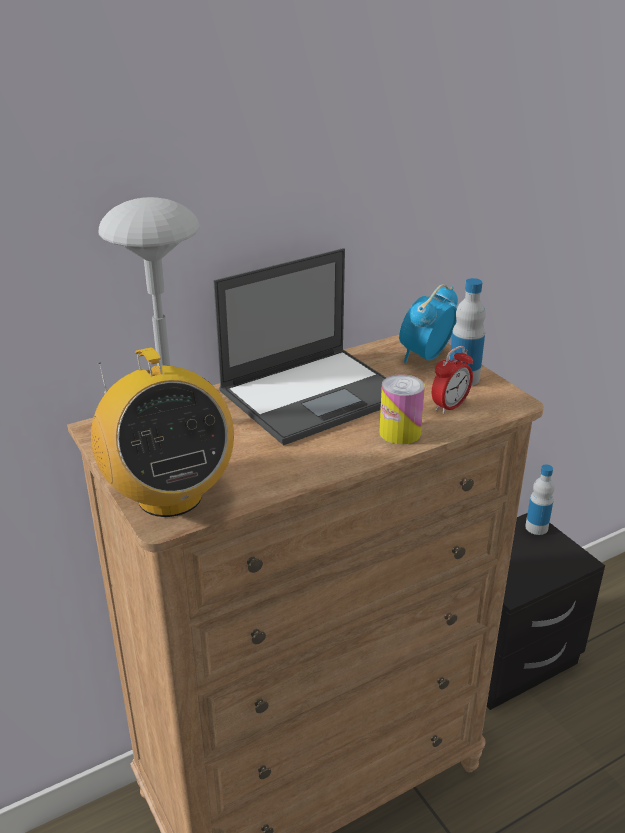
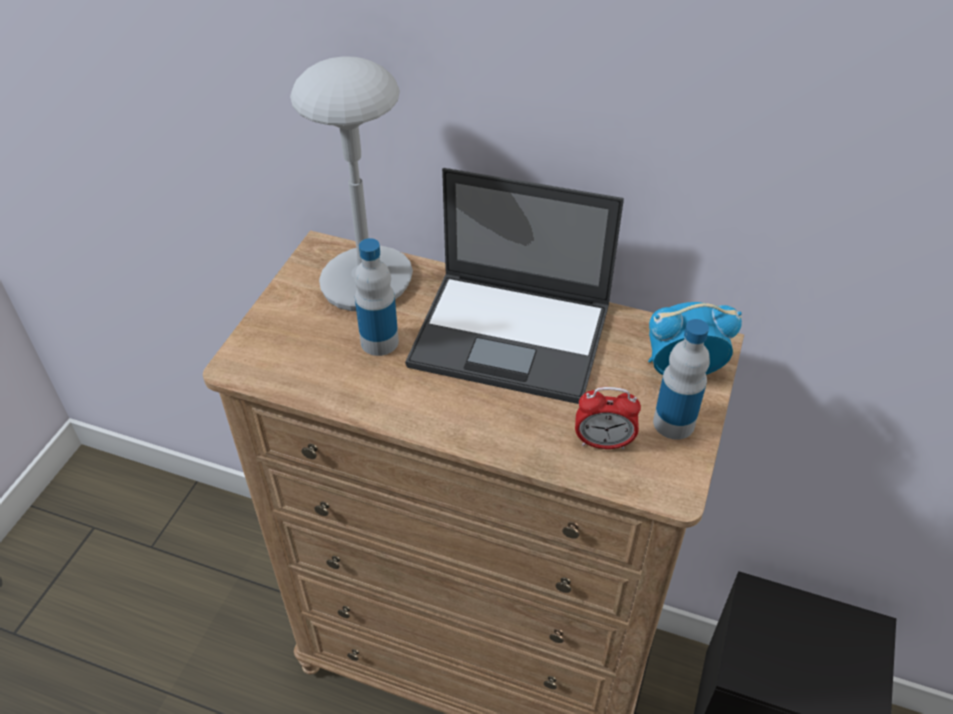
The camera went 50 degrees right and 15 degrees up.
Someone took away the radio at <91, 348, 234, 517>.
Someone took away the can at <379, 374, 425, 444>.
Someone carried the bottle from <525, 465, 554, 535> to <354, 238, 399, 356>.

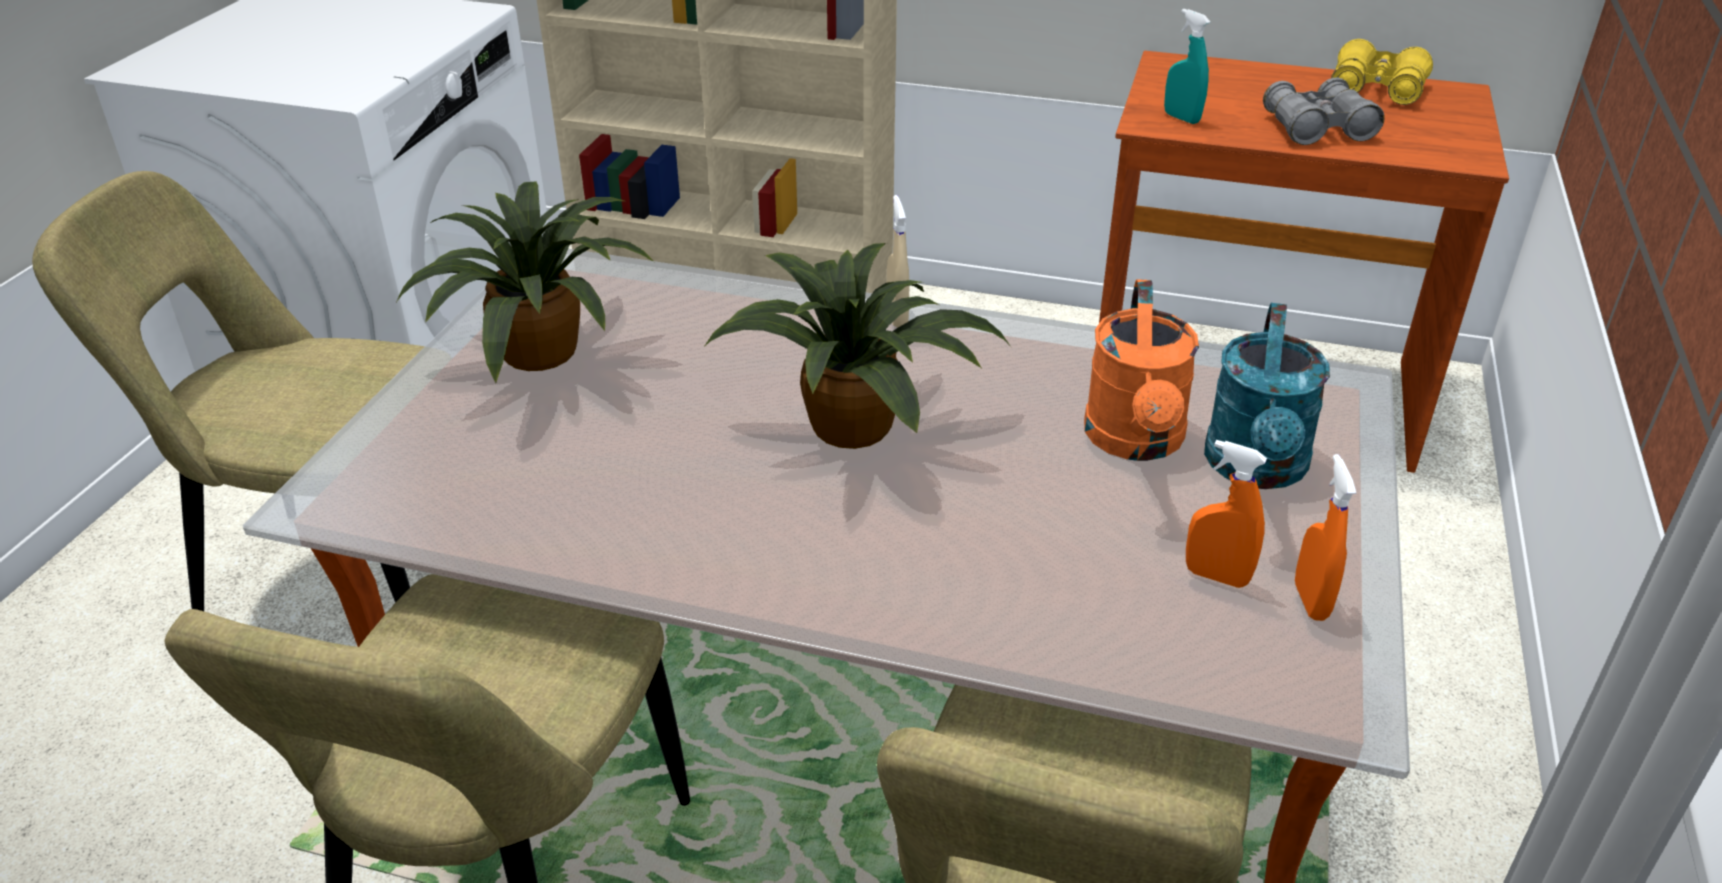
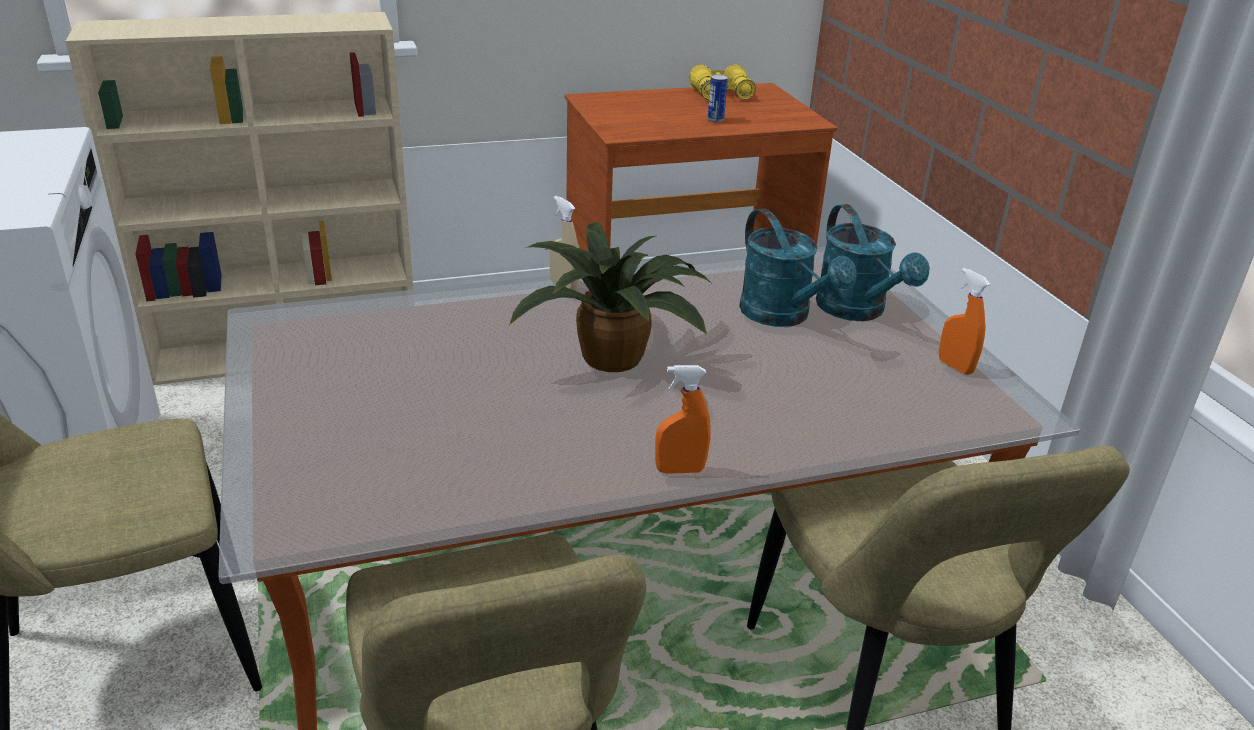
The camera went 35 degrees left and 5 degrees down.
Someone took away the spray bottle in turquoise at <1164, 9, 1210, 124>.
Someone swapped the binoculars in grey at <1263, 77, 1385, 145> for the can at <708, 75, 728, 123>.
Someone took away the potted plant at <396, 181, 654, 383>.
Someone repainted the watering can in orange at <1084, 279, 1199, 461>, which became the watering can in turquoise at <739, 208, 857, 327>.
Someone carried the spray bottle in orange from <1186, 440, 1267, 588> to <655, 365, 710, 474>.

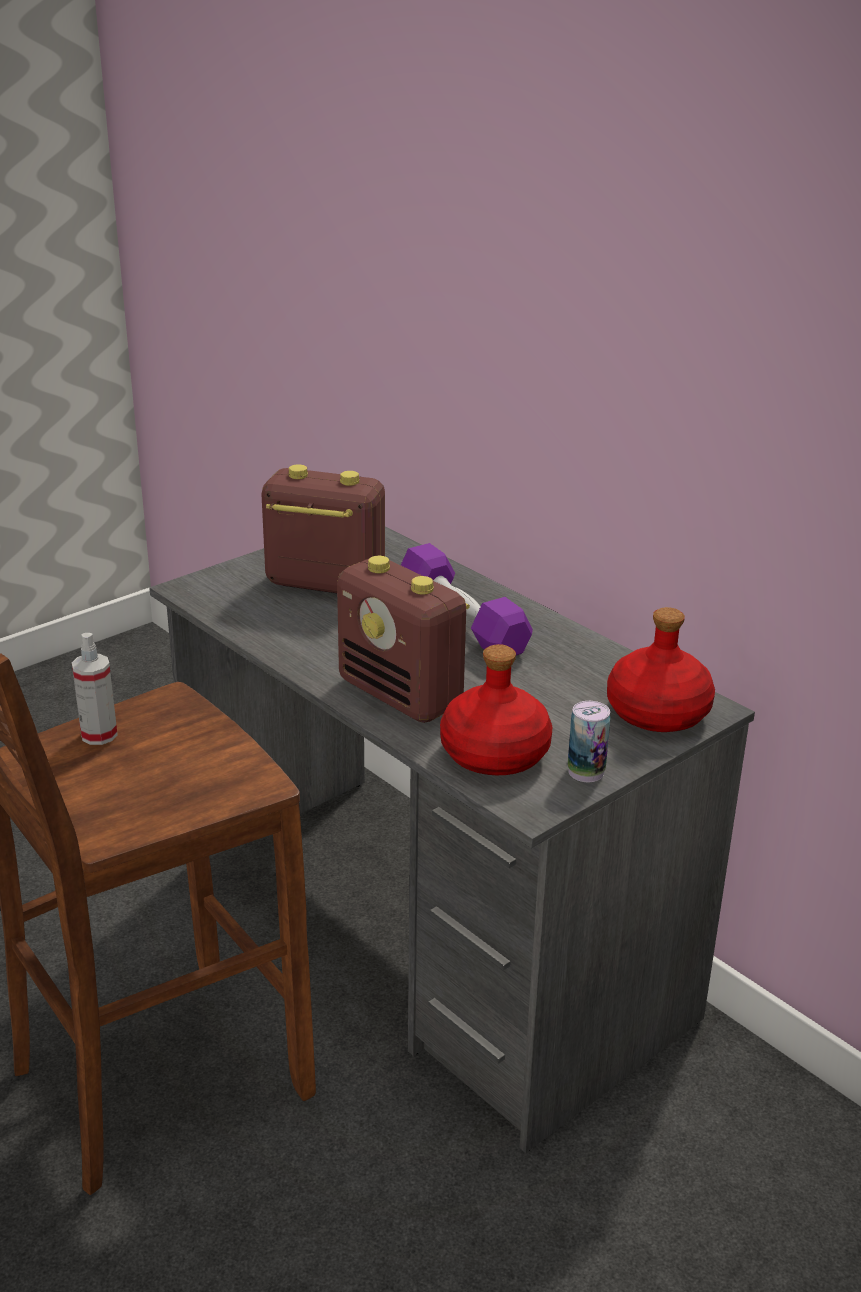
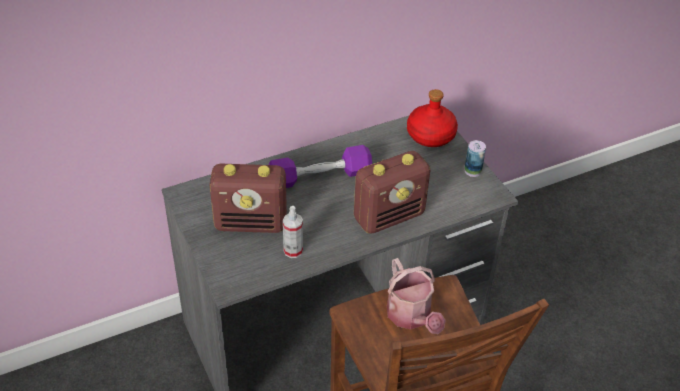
The camera went 75 degrees left and 15 degrees up.
Someone rotated the radio at <261, 464, 385, 593> by 120 degrees counterclockwise.
Someone carried the spray bottle from <72, 633, 118, 745> to <283, 206, 303, 258>.
Someone took away the bottle in red at <440, 644, 552, 775>.
Someone put down the watering can at <387, 258, 446, 334>.

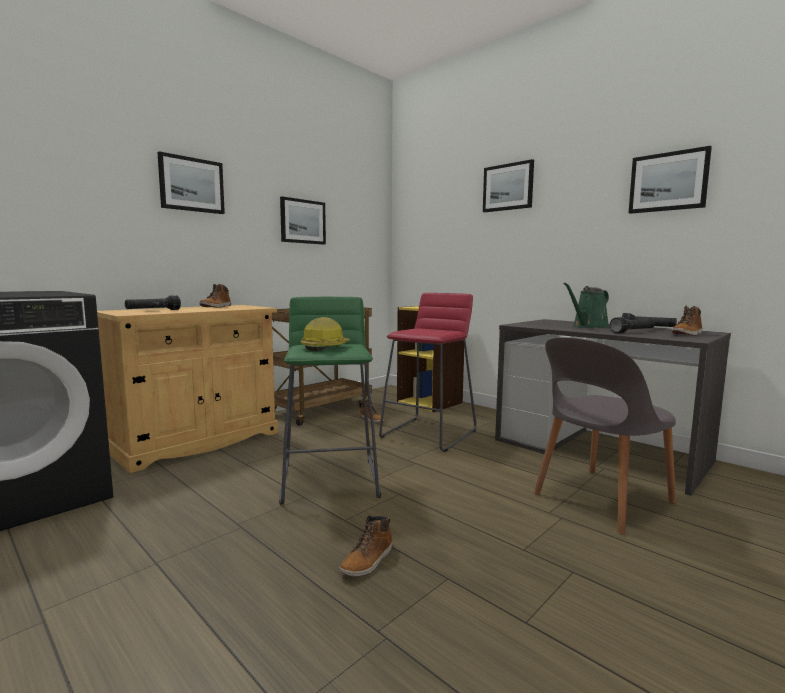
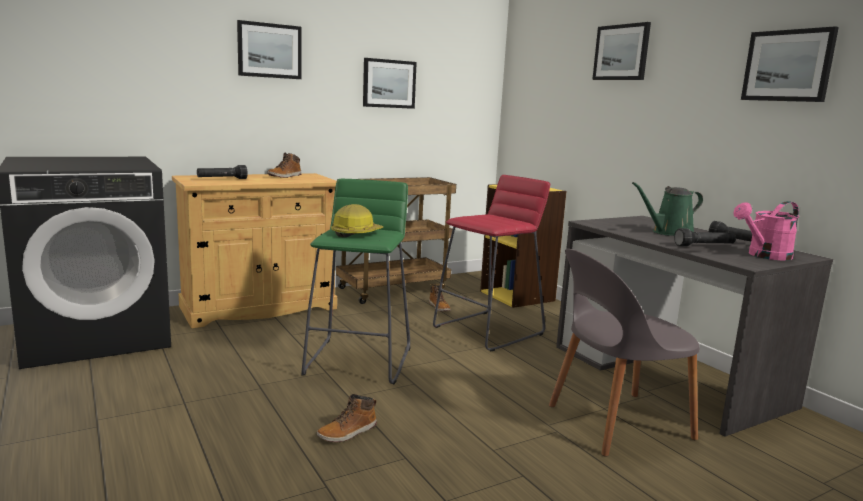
The camera went 15 degrees right and 5 degrees up.
Someone swapped the boot at <672, 306, 703, 336> for the watering can in pink at <734, 201, 799, 261>.

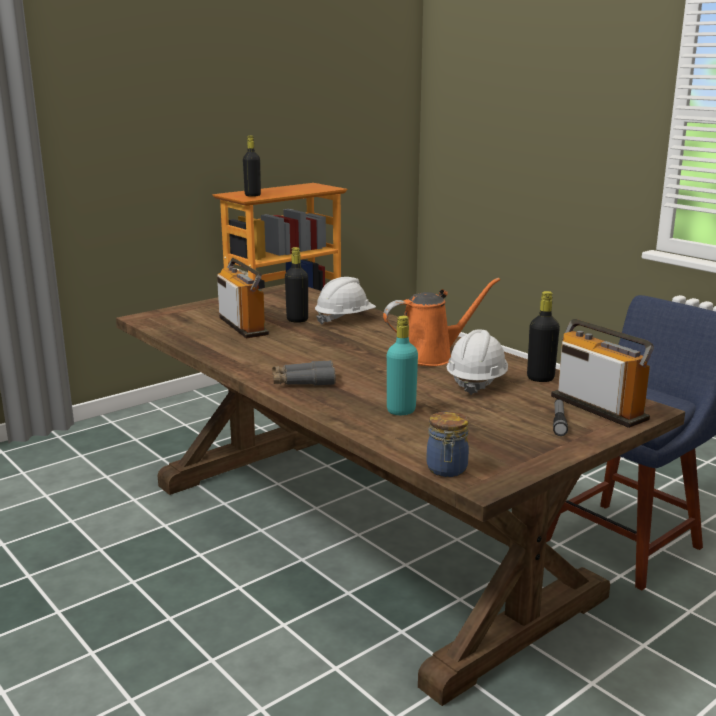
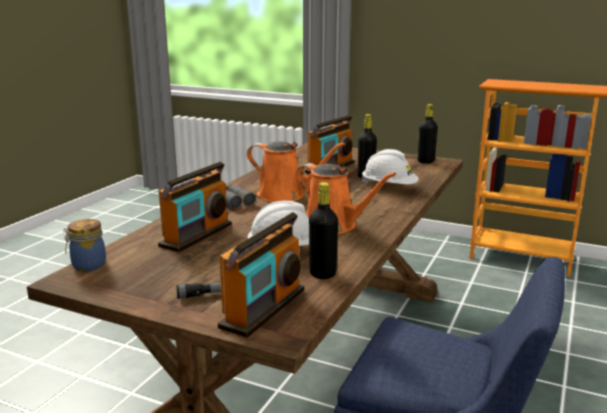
The camera went 65 degrees right and 0 degrees up.
Someone carried the bottle in black from <243, 136, 261, 197> to <417, 104, 438, 163>.
Someone swapped the bottle in turquoise at <387, 316, 418, 415> for the radio at <158, 162, 232, 252>.
Someone put down the watering can in orange at <247, 141, 345, 202>.

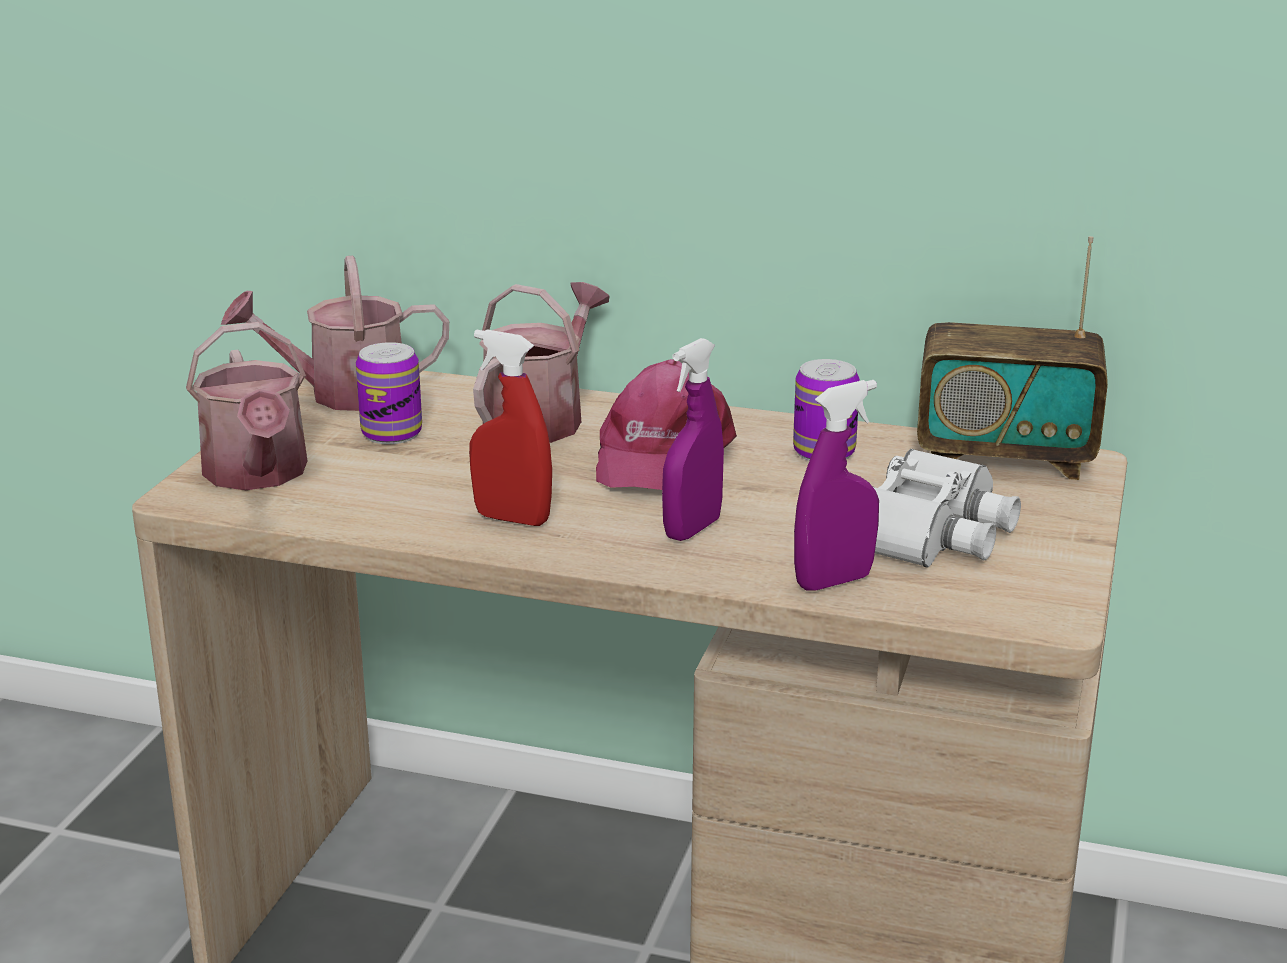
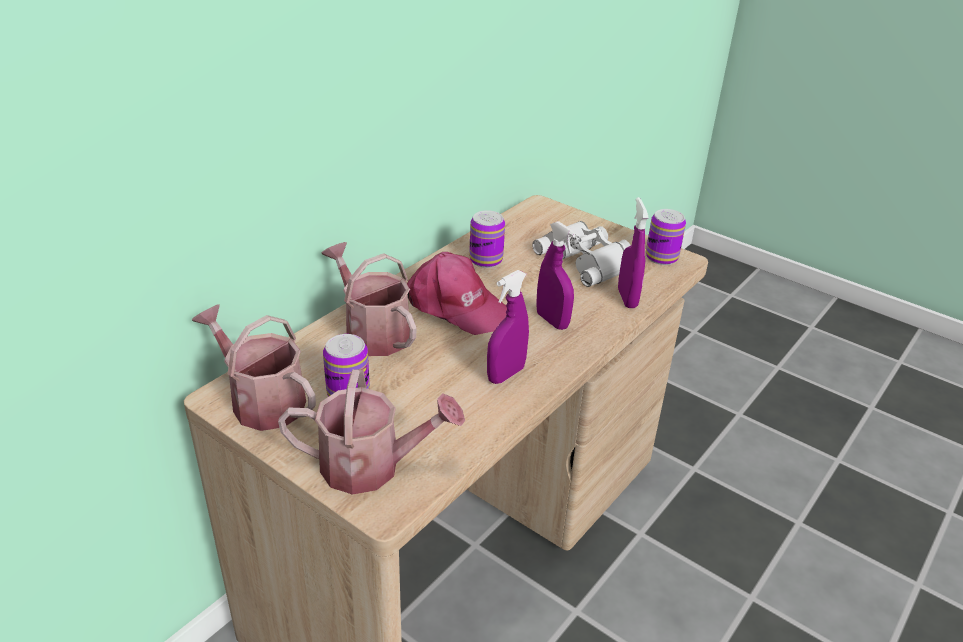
The camera went 70 degrees left and 10 degrees up.
Someone took away the radio at <917, 236, 1108, 480>.
Someone rotated the watering can at <221, 256, 449, 411> by 120 degrees clockwise.
Someone repainted the spray bottle in red at <469, 329, 552, 526>, which became the spray bottle in purple at <487, 270, 529, 384>.
Someone put down the can at <646, 209, 686, 265>.

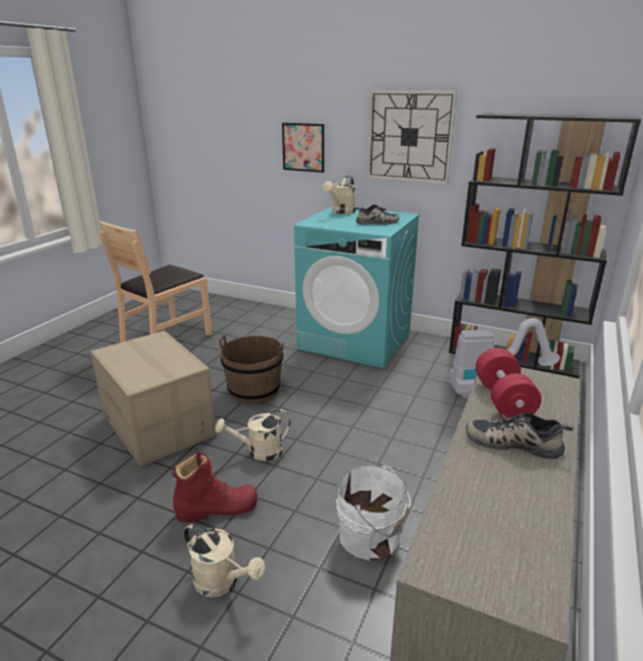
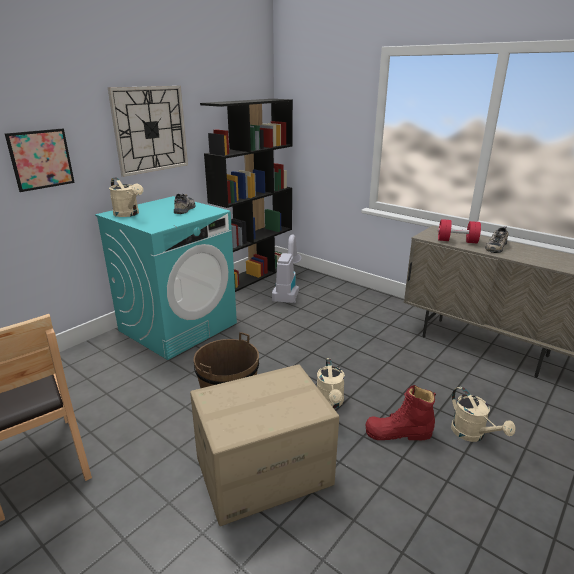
The camera went 75 degrees left and 0 degrees up.
Someone rotated the boot in red at <172, 453, 258, 523> by 90 degrees counterclockwise.
Someone took away the bucket in white at <336, 464, 411, 560>.
Someone rotated the watering can in beige at <184, 523, 265, 597> by 105 degrees clockwise.

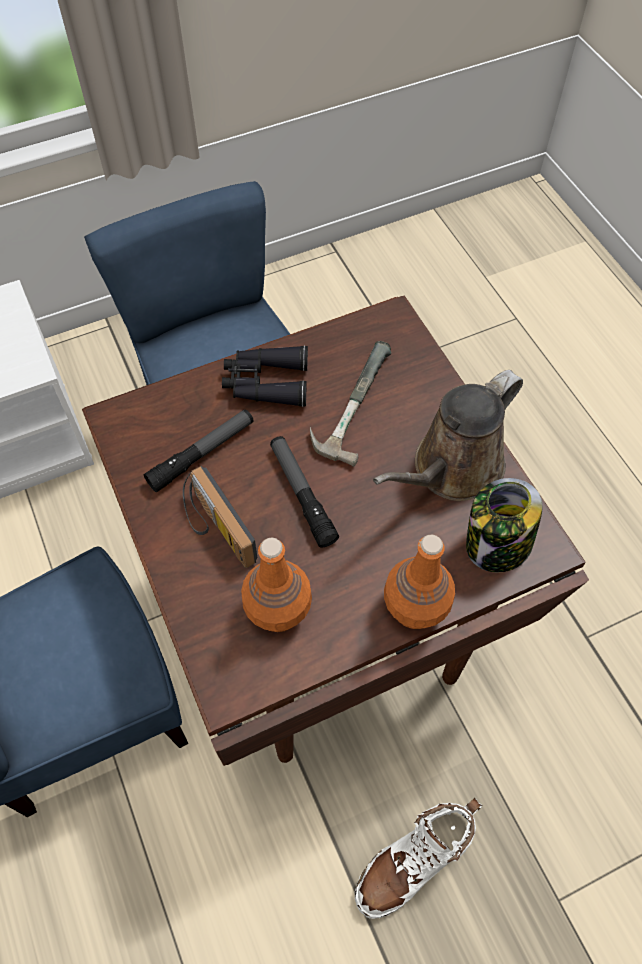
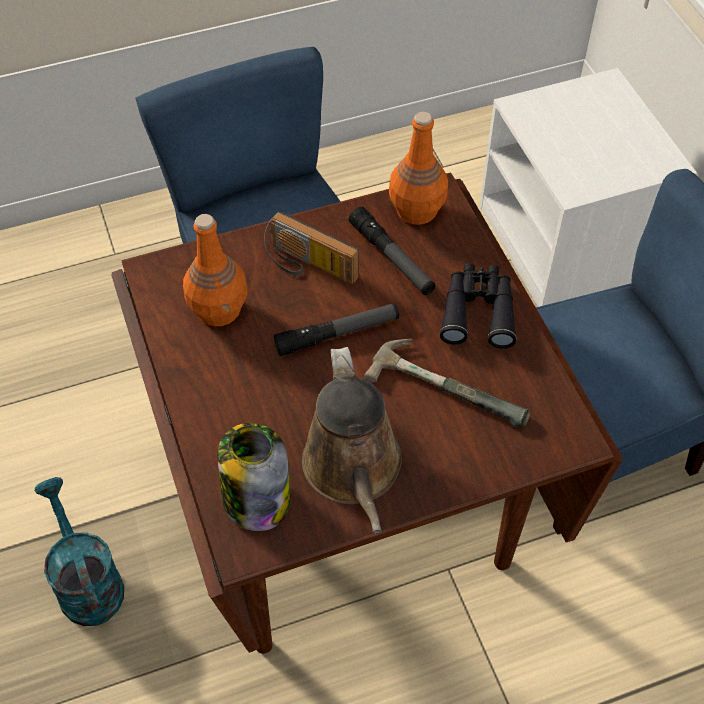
The camera went 95 degrees right and 5 degrees down.
Someone rotated the watering can in brown at <373, 370, 523, 501> by 150 degrees counterclockwise.
Someone rotated the radio at <183, 466, 257, 568> by 120 degrees counterclockwise.
Someone carried the bottle in orange from <384, 535, 455, 629> to <389, 112, 448, 225>.
Someone swapped the boot in white at <355, 798, 482, 919> for the watering can in turquoise at <34, 477, 124, 626>.

